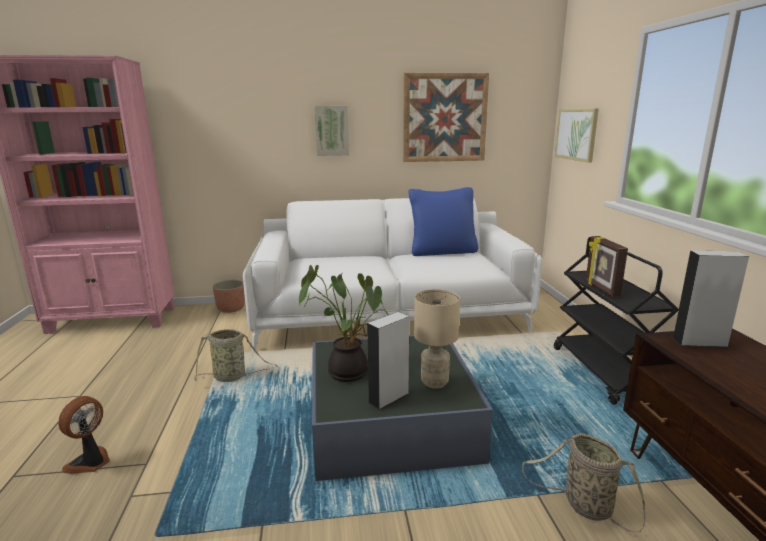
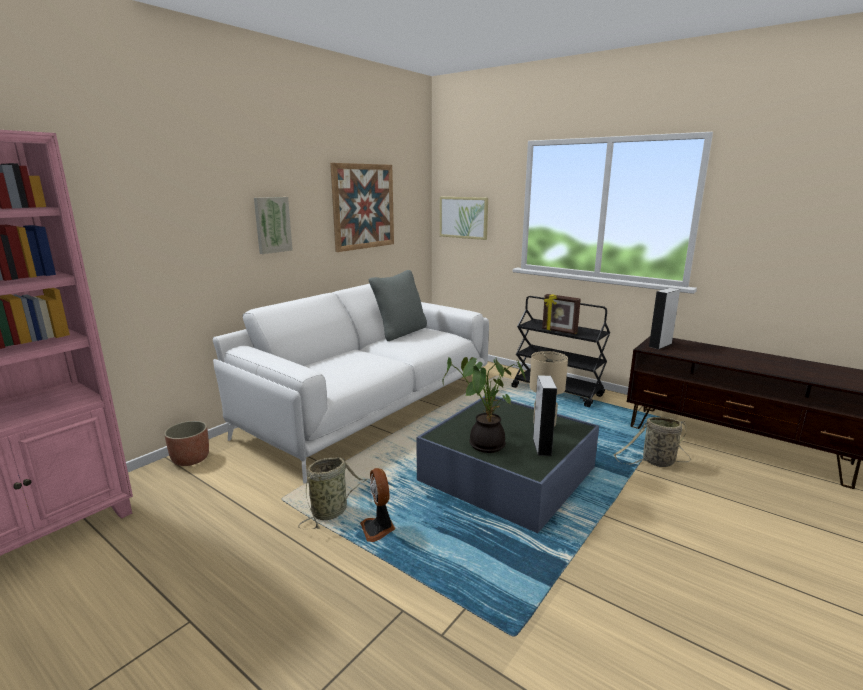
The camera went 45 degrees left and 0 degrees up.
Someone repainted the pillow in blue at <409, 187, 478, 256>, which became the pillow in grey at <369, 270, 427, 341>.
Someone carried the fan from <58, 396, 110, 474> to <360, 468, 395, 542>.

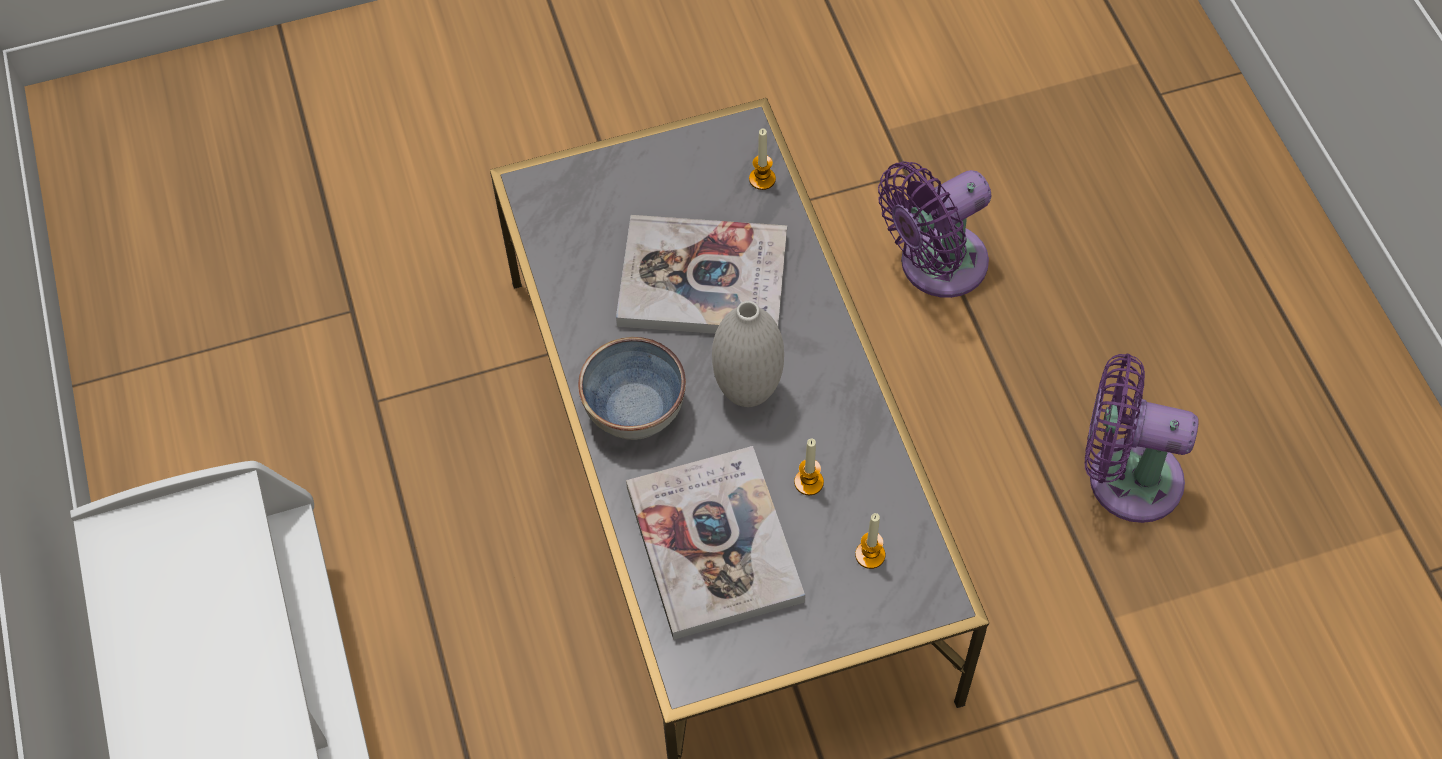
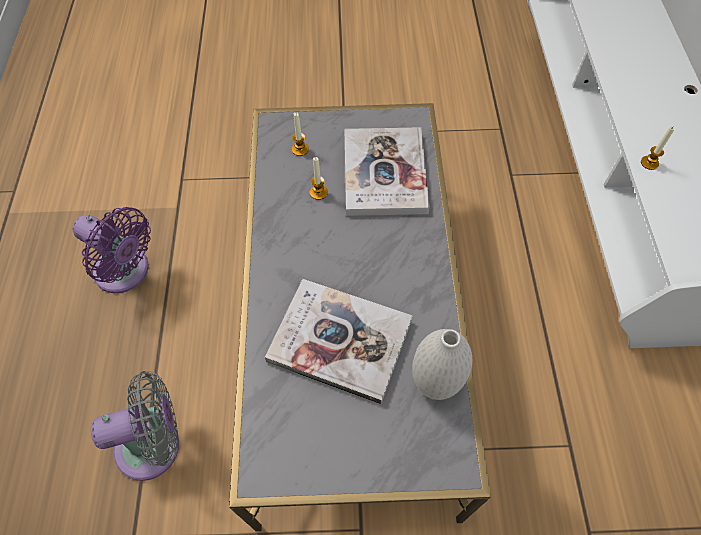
The camera went 165 degrees left and 0 degrees up.
Someone carried the candle from <749, 129, 776, 190> to <641, 127, 675, 170>.
Someone repainted the fan in purple at <878, 161, 992, 298>, which became the fan in grey at <91, 371, 179, 481>.
Someone carried the vase in white from <712, 301, 784, 407> to <412, 329, 472, 400>.
Someone took away the bowl at <578, 337, 686, 440>.

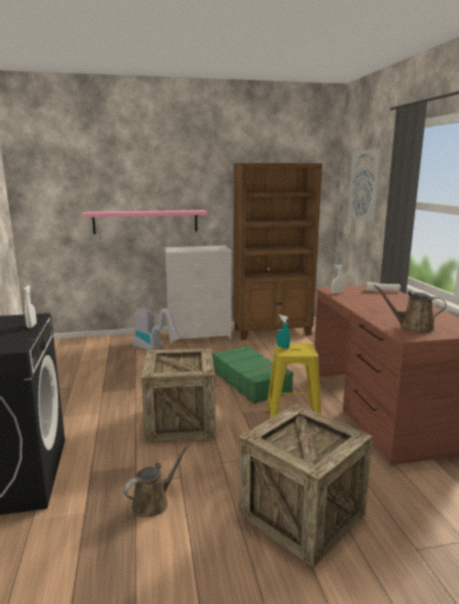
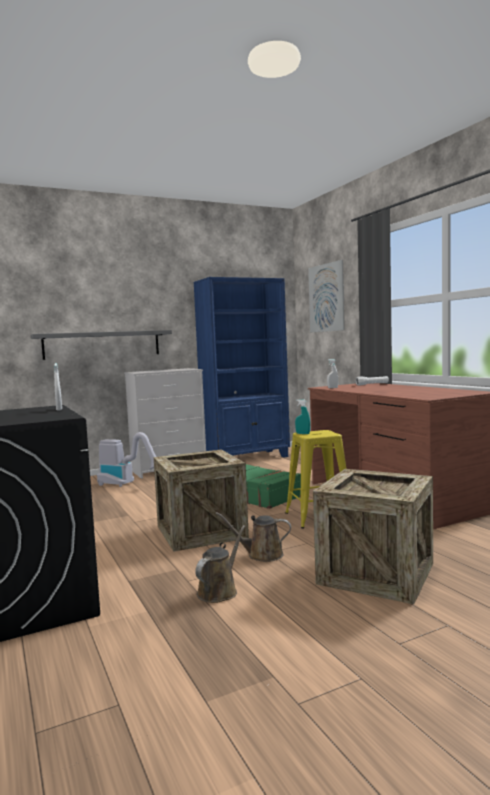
The camera went 15 degrees left and 10 degrees down.
Someone repainted the bookcase in brown at <233, 163, 322, 340>, which became the bookcase in blue at <193, 277, 290, 457>.
Someone repainted the shelf in pink at <81, 210, 207, 234>, which became the shelf in grey at <31, 330, 172, 360>.
Someone carried the watering can in brown from <374, 285, 446, 333> to <216, 512, 291, 562>.

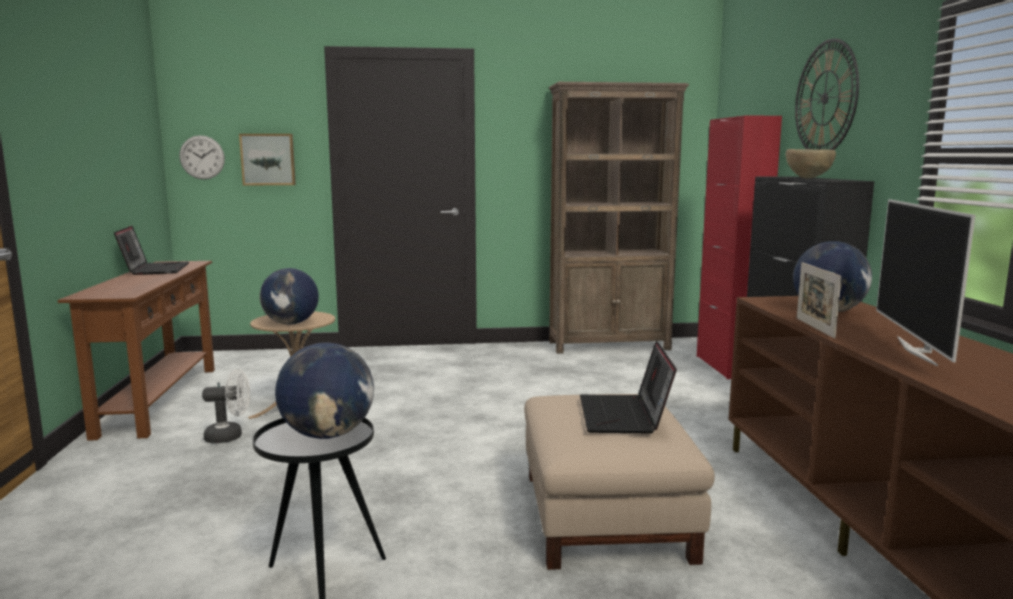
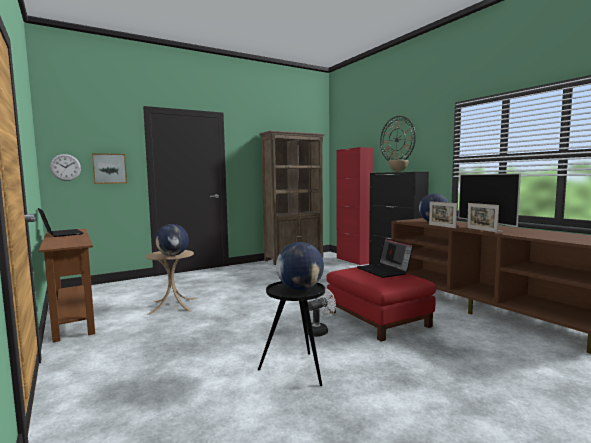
The camera went 25 degrees left and 5 degrees down.
Someone carried the fan in white from <202, 369, 250, 443> to <307, 288, 336, 337>.
Someone repainted the ottoman in beige at <524, 394, 715, 570>, which became the ottoman in red at <326, 267, 436, 342>.
Someone put down the picture frame at <467, 203, 499, 232>.

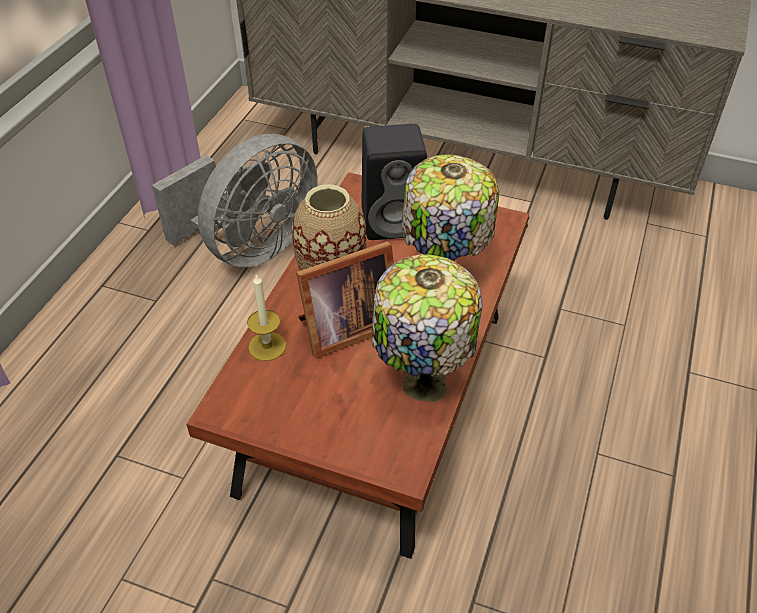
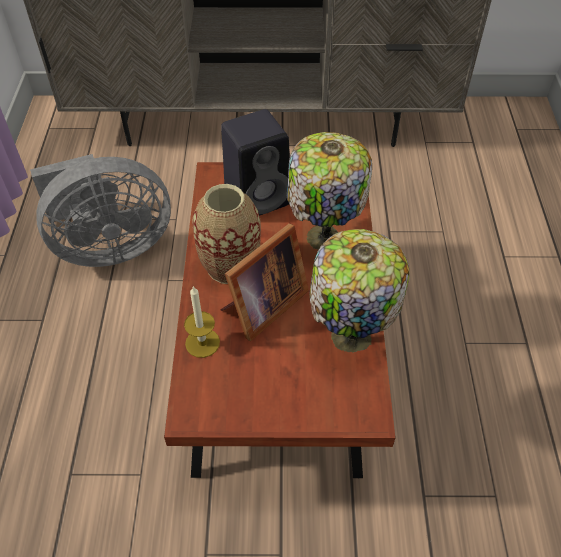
The camera went 20 degrees left and 5 degrees up.
Someone rotated the fan in grey at <152, 134, 318, 267> by 45 degrees clockwise.

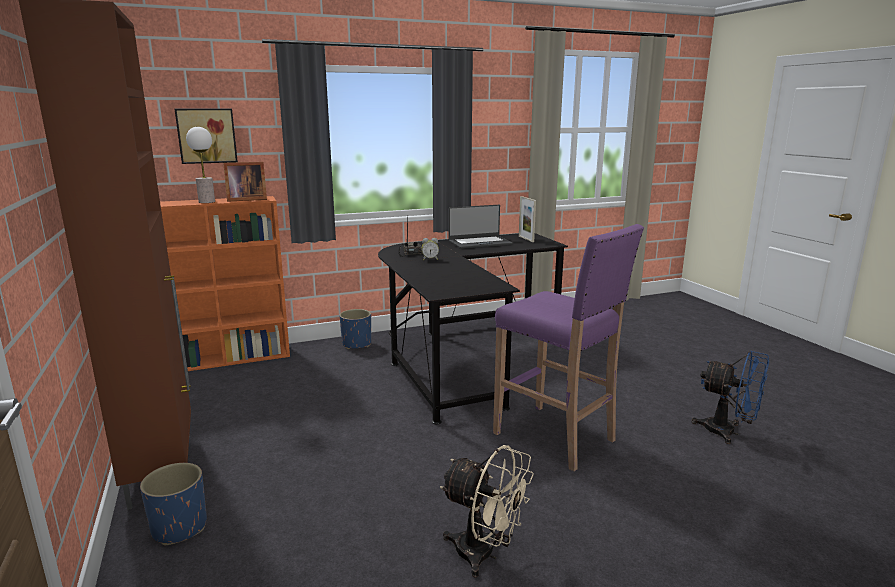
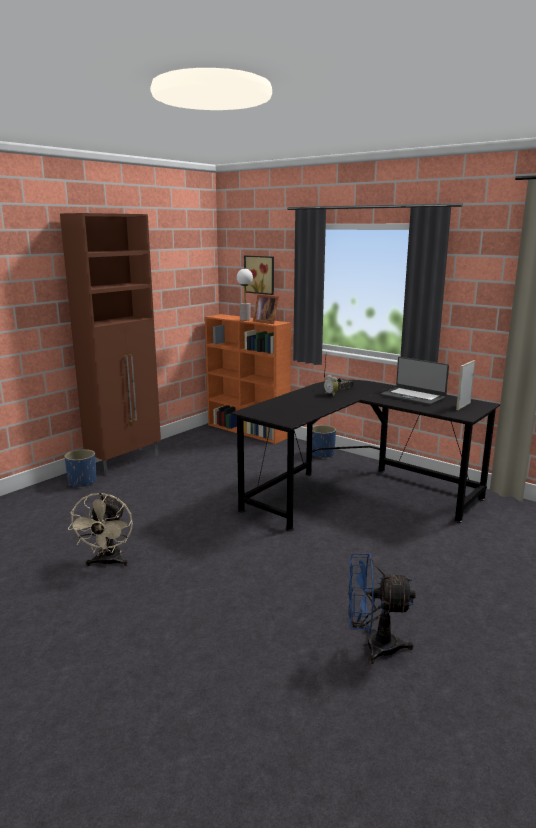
The camera went 60 degrees right and 0 degrees up.
Someone took away the stool in purple at <493, 224, 644, 471>.
Someone rotated the fan in blue at <692, 350, 769, 444> by 90 degrees clockwise.

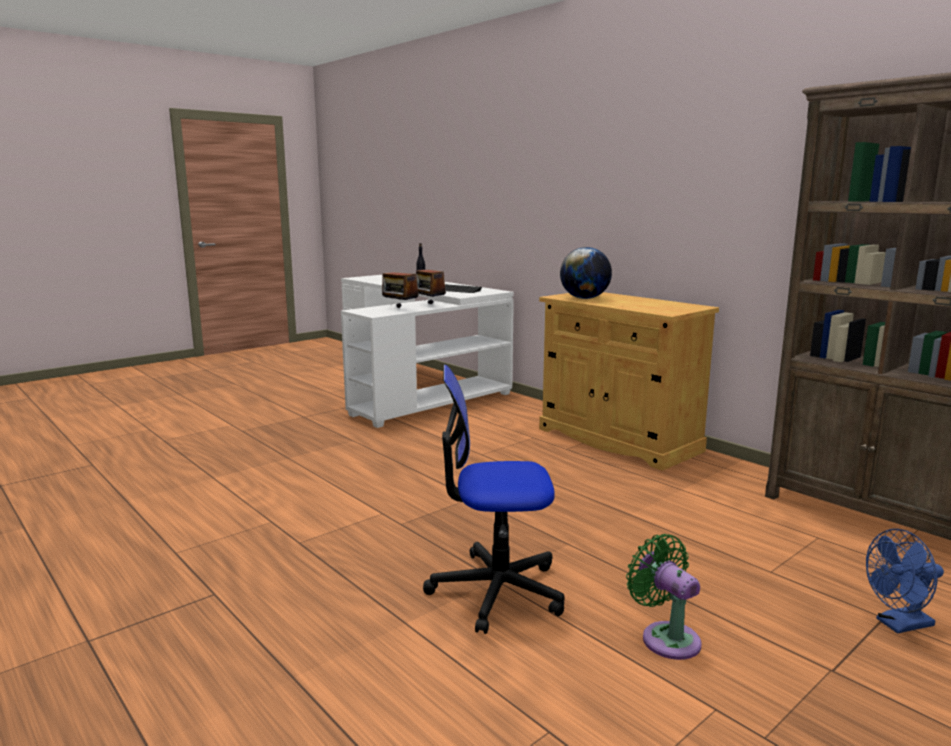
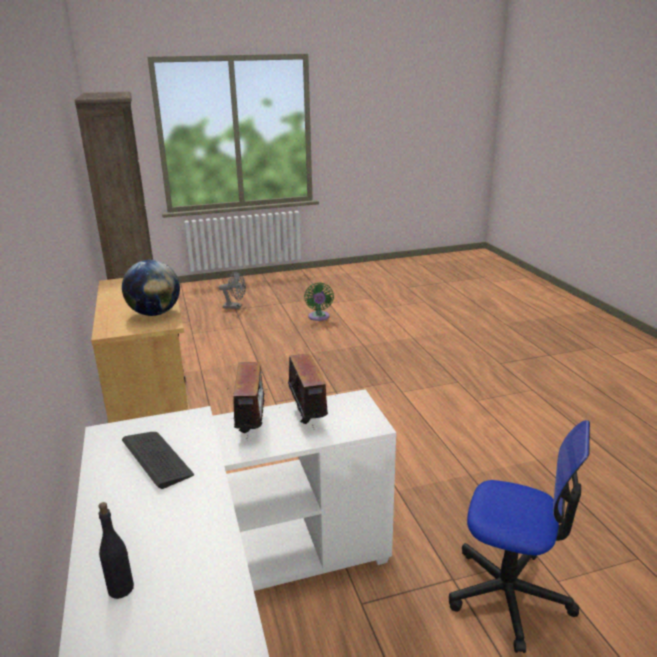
The camera went 155 degrees left and 10 degrees up.
Someone carried the office chair from <423, 365, 564, 634> to <449, 420, 590, 653>.
Someone repainted the fan in blue at <866, 529, 944, 633>, which became the fan in grey at <218, 271, 246, 309>.

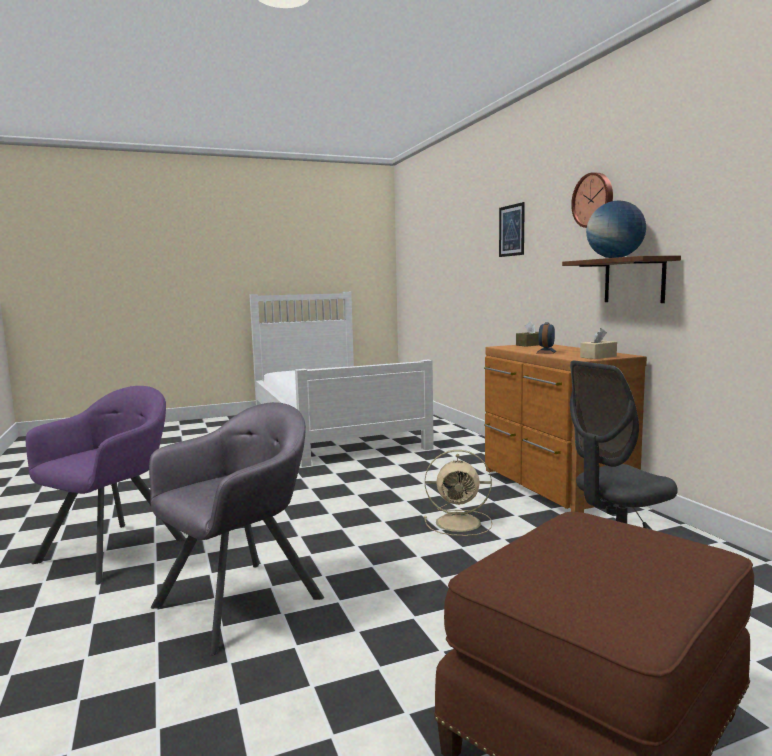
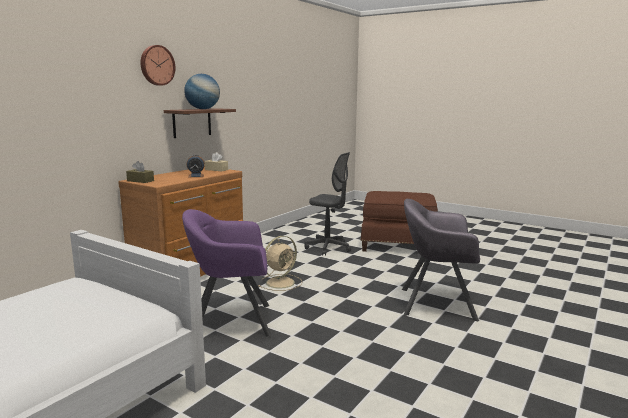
The camera went 125 degrees left and 5 degrees up.
Someone took away the picture at <499, 202, 525, 257>.
Someone carried the armchair in purple from <26, 386, 186, 585> to <182, 209, 272, 337>.
Someone rotated the fan in beige at <424, 450, 492, 536> by 75 degrees clockwise.

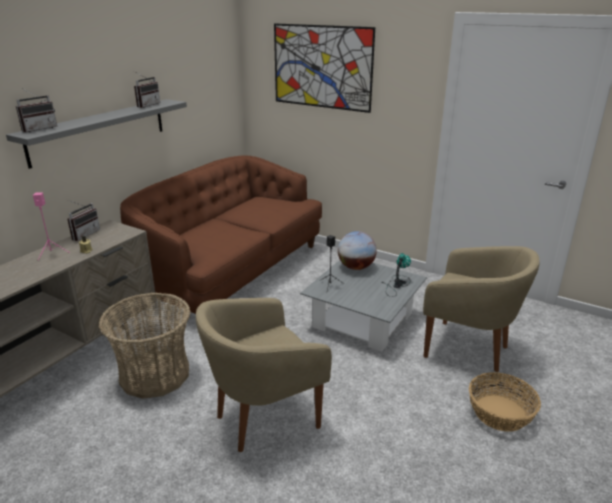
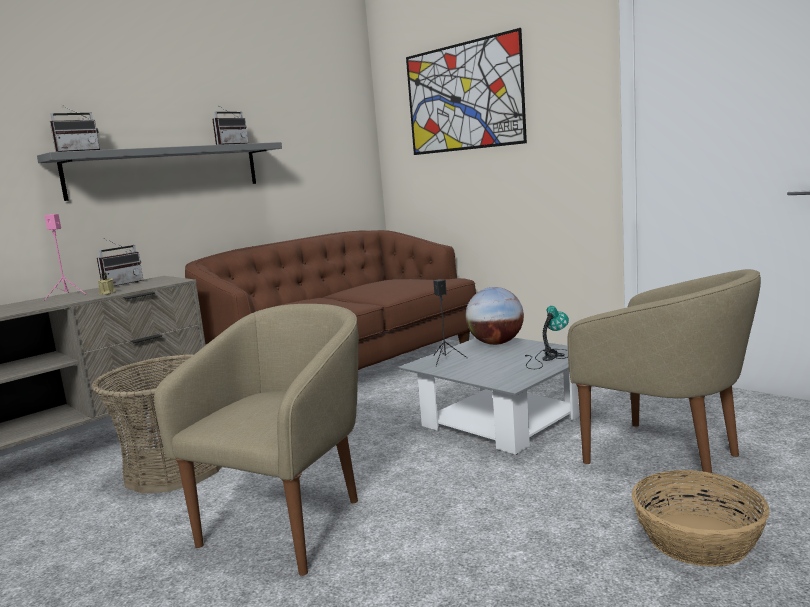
The camera went 15 degrees right and 15 degrees down.
Someone rotated the armchair in beige at <196, 298, 332, 452> by 135 degrees clockwise.

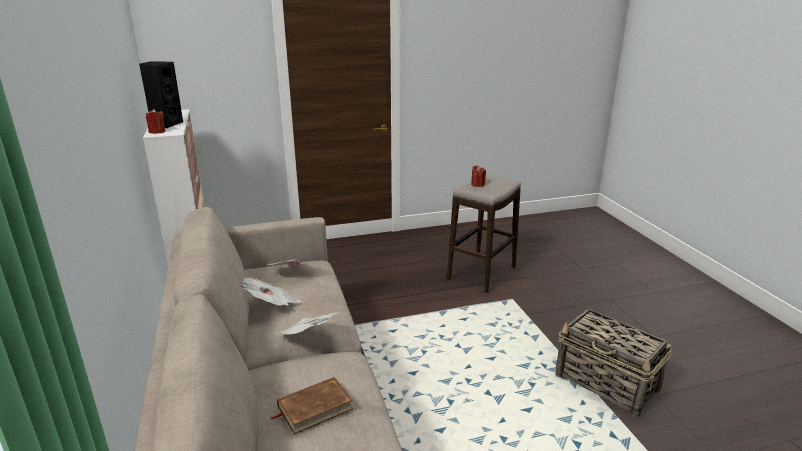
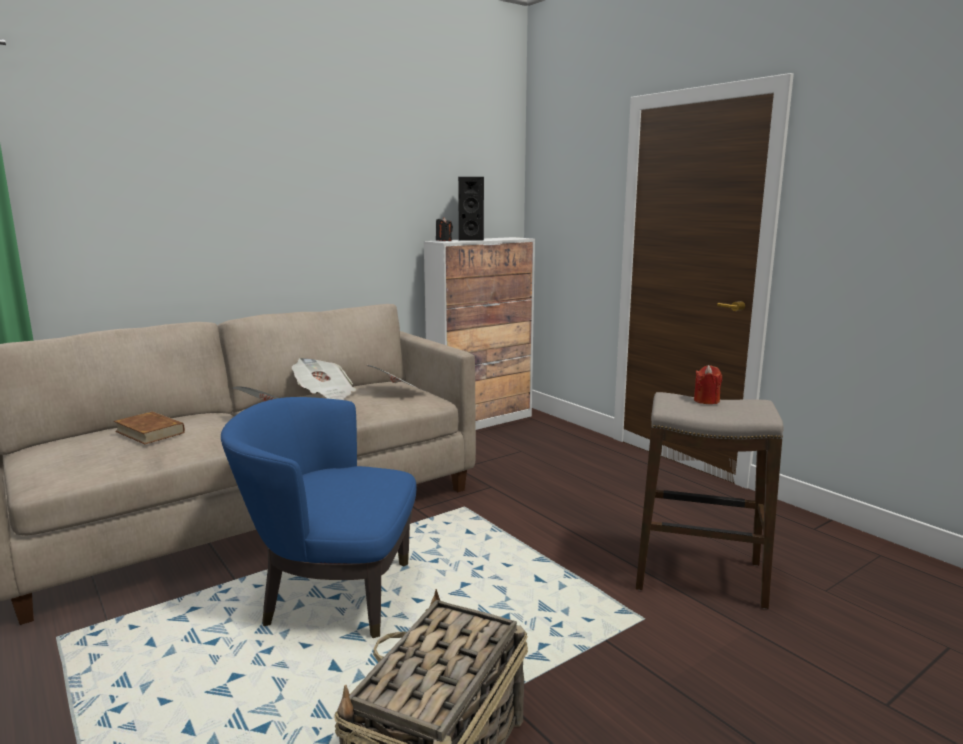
The camera went 70 degrees right and 10 degrees down.
Someone repainted the candle in red at <146, 109, 165, 134>, which became the candle in black at <436, 217, 453, 241>.
Someone put down the armchair in blue at <221, 397, 417, 638>.

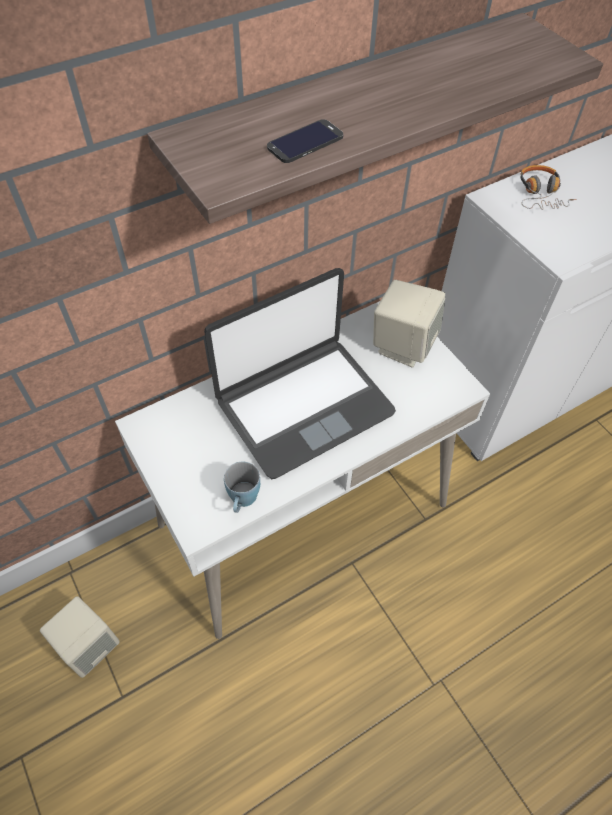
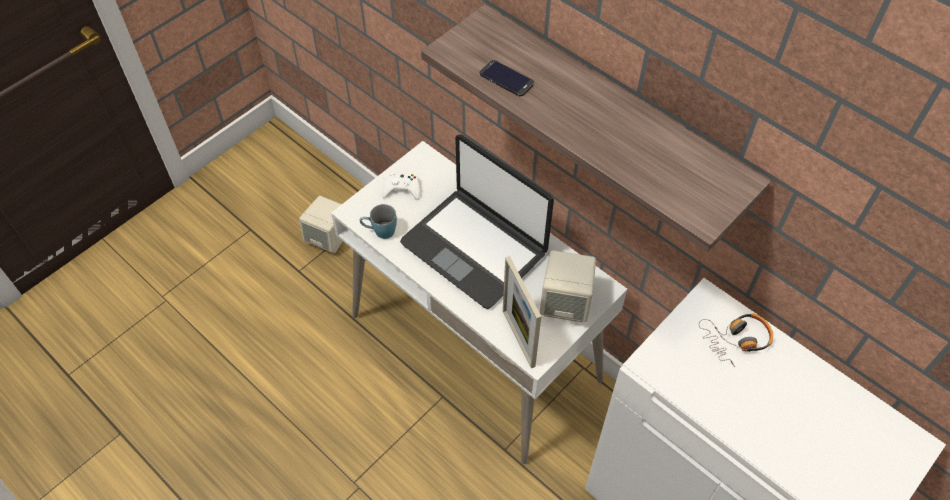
The camera went 75 degrees right and 0 degrees up.
Someone put down the game controller in white at <382, 171, 420, 200>.
Someone put down the picture frame at <503, 256, 541, 368>.

